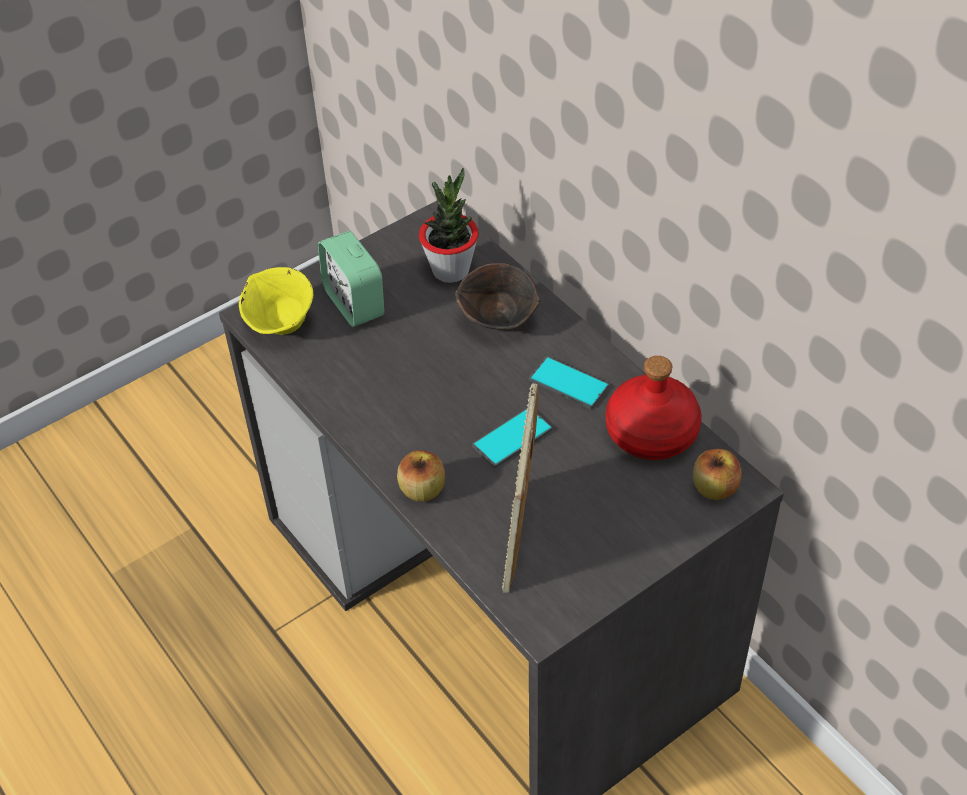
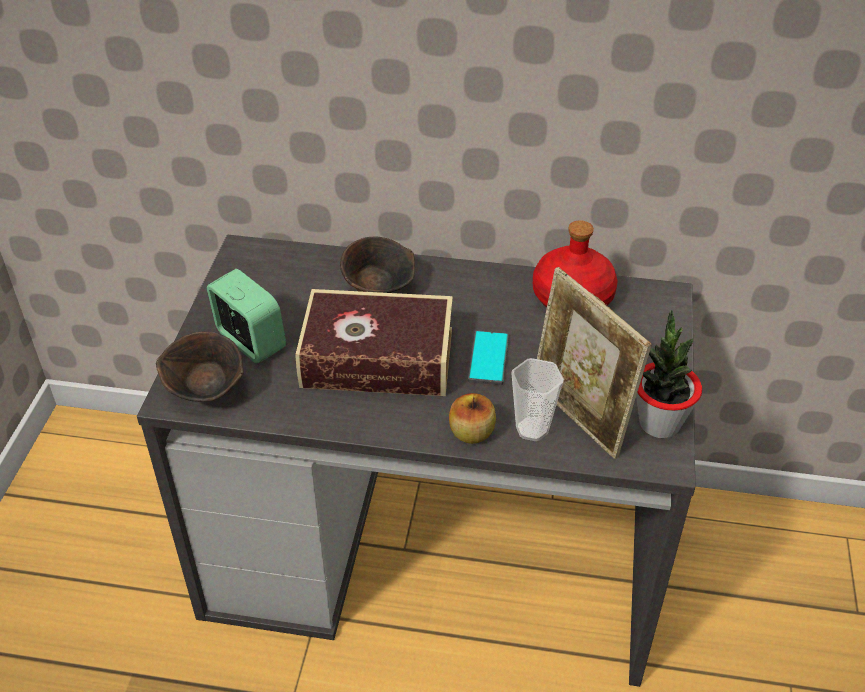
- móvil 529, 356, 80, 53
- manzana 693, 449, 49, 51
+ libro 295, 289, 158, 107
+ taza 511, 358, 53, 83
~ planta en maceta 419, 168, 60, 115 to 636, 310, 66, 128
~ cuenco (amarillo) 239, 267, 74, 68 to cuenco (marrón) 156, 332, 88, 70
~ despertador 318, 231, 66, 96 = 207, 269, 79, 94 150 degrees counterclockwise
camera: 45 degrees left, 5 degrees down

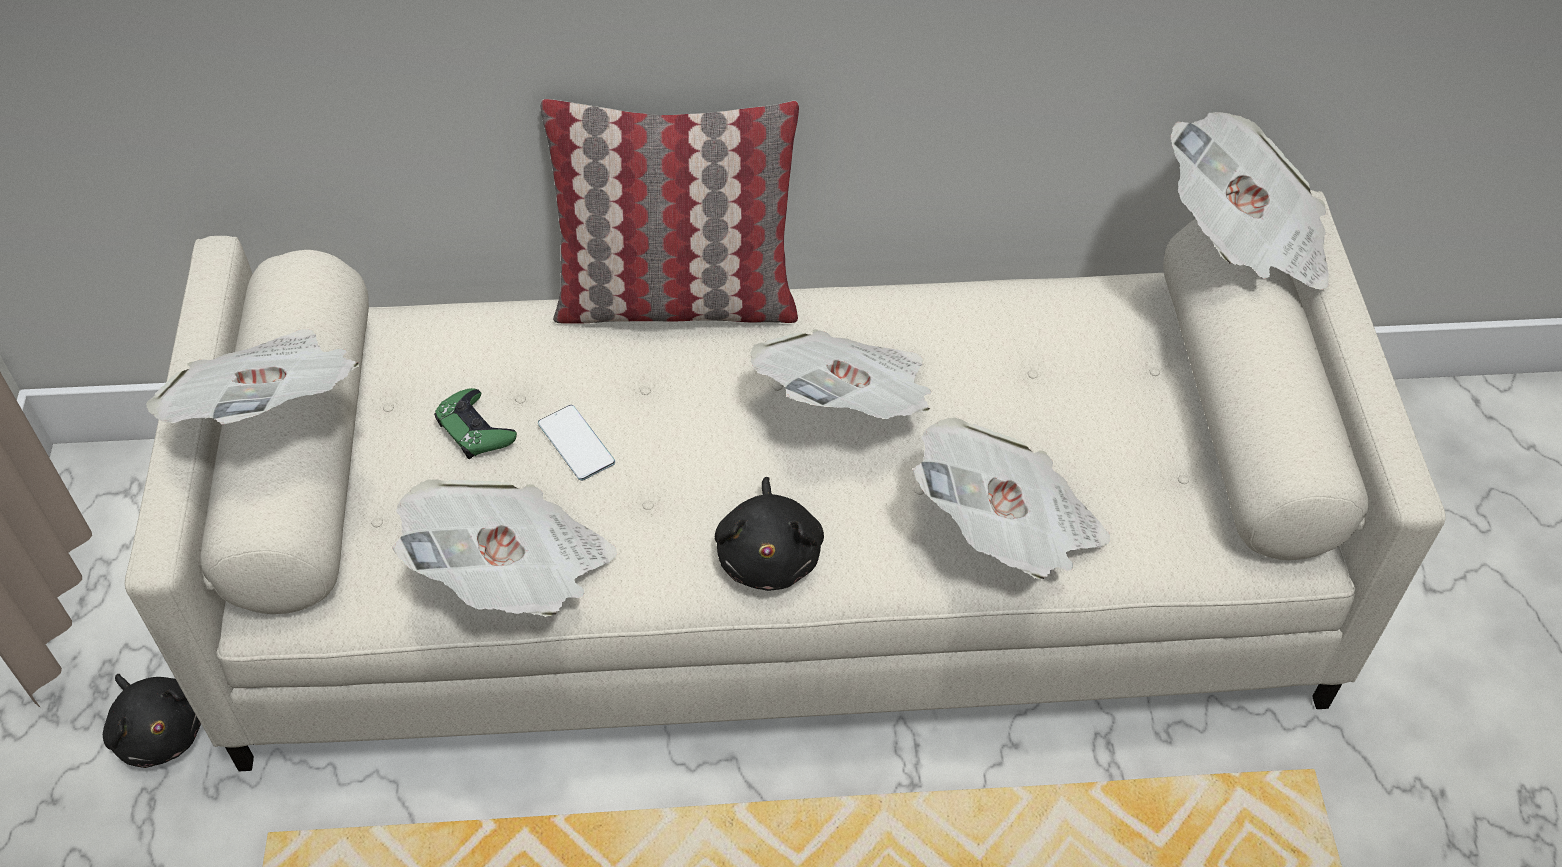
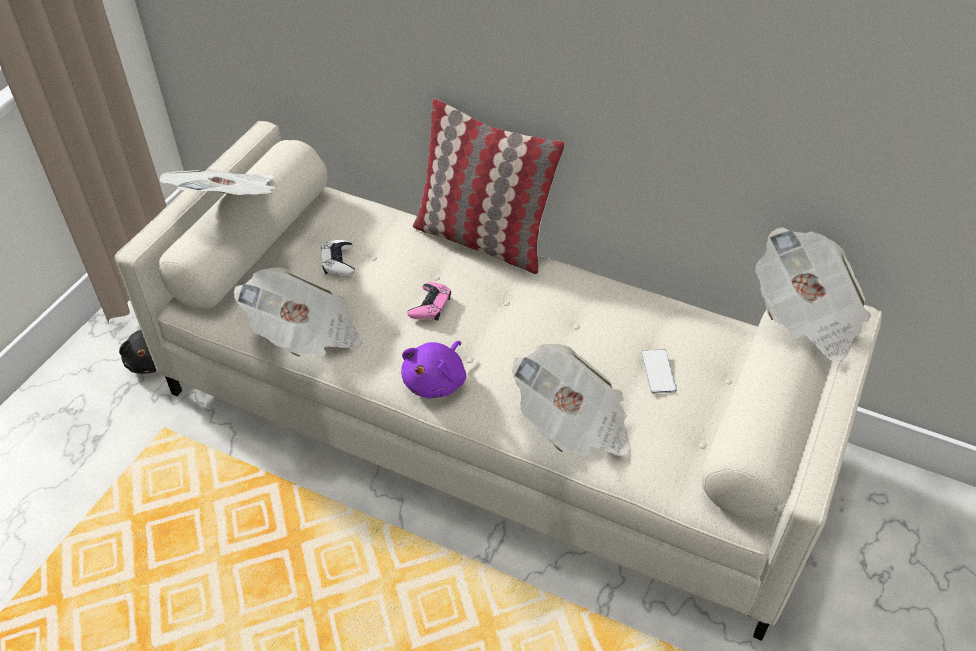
- periódico 750, 329, 182, 90
+ mando de consola (rosa) 407, 282, 44, 39
~ móvil 538, 405, 77, 76 to 641, 349, 36, 44
~ mando de consola (verde) 434, 388, 83, 71 to mando de consola (blanco) 321, 240, 34, 35
~ peluche (negro) 715, 477, 109, 114 to peluche (morado) 401, 341, 65, 57
camera: 30 degrees right, 5 degrees down

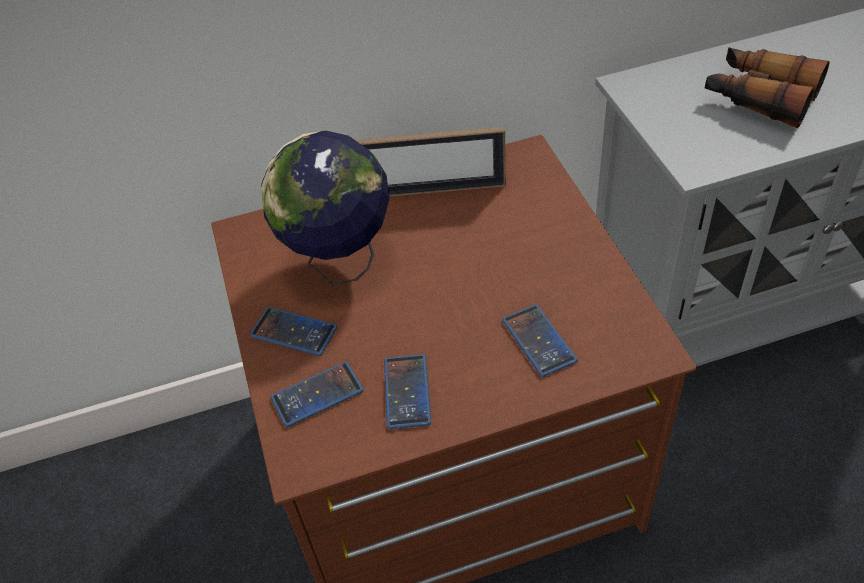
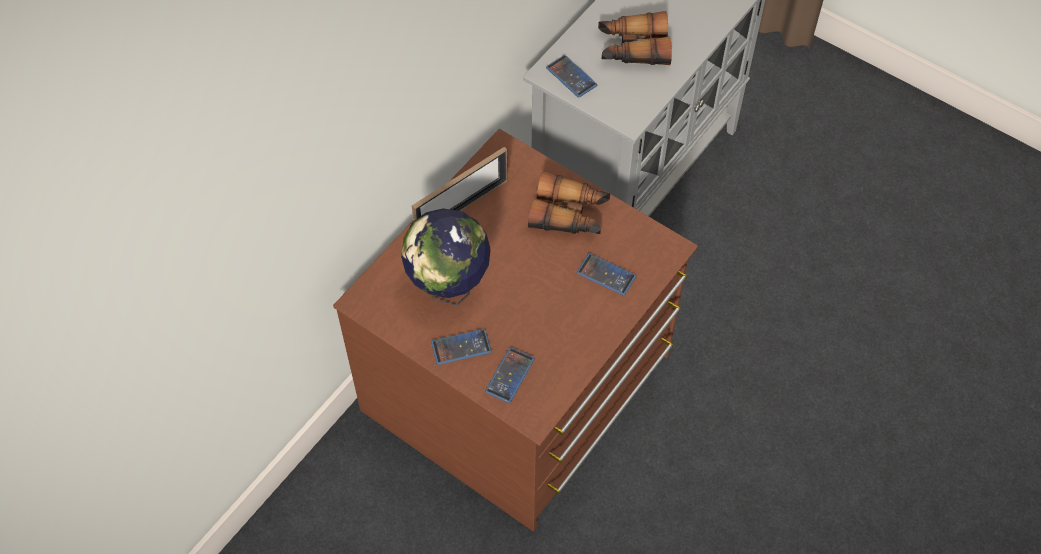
+ prismáticos 528, 171, 82, 63
~ móvil 384, 354, 47, 75 to 546, 55, 51, 43
camera: 40 degrees left, 10 degrees up

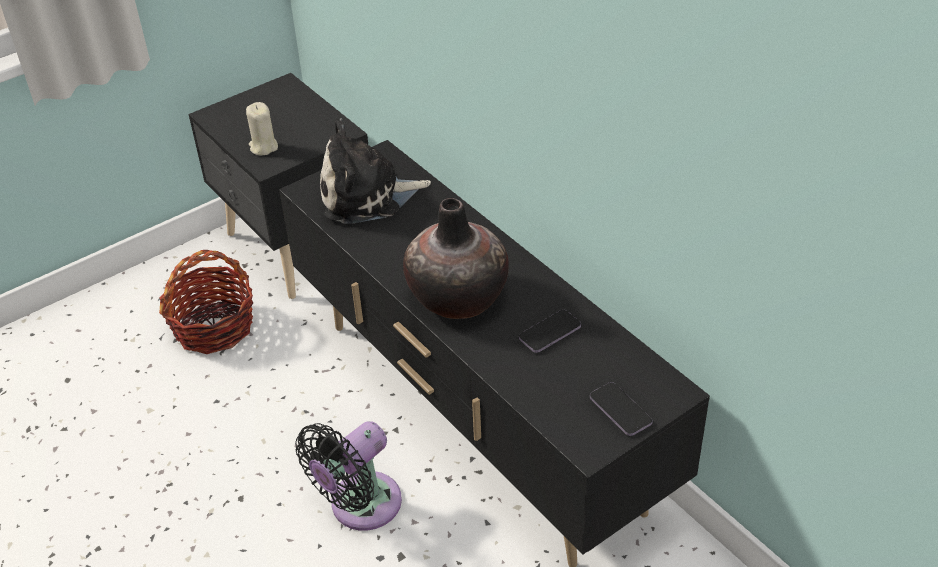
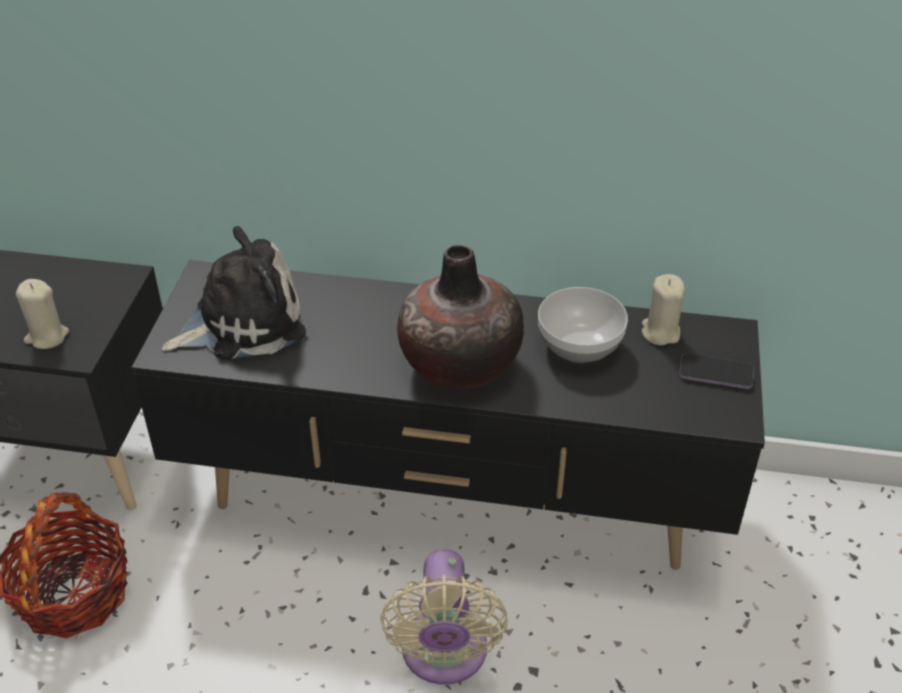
+ vela (beis) 642, 274, 43, 71
~ móvil 519, 310, 62, 43 to cuenco 538, 287, 90, 76
~ ventilador (negro) 295, 421, 107, 110 to ventilador (beis) 380, 549, 128, 136
~ peluche 320, 118, 111, 106 = 162, 226, 144, 134 150 degrees counterclockwise
camera: 45 degrees left, 0 degrees up

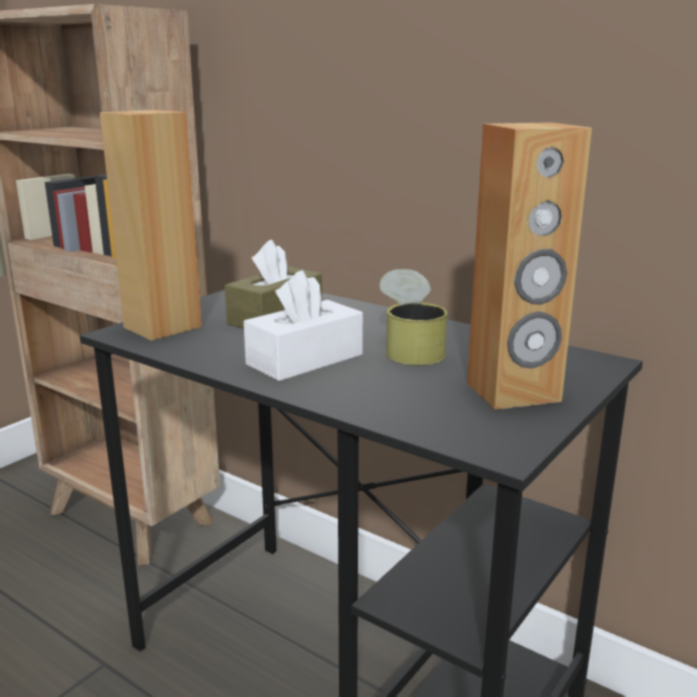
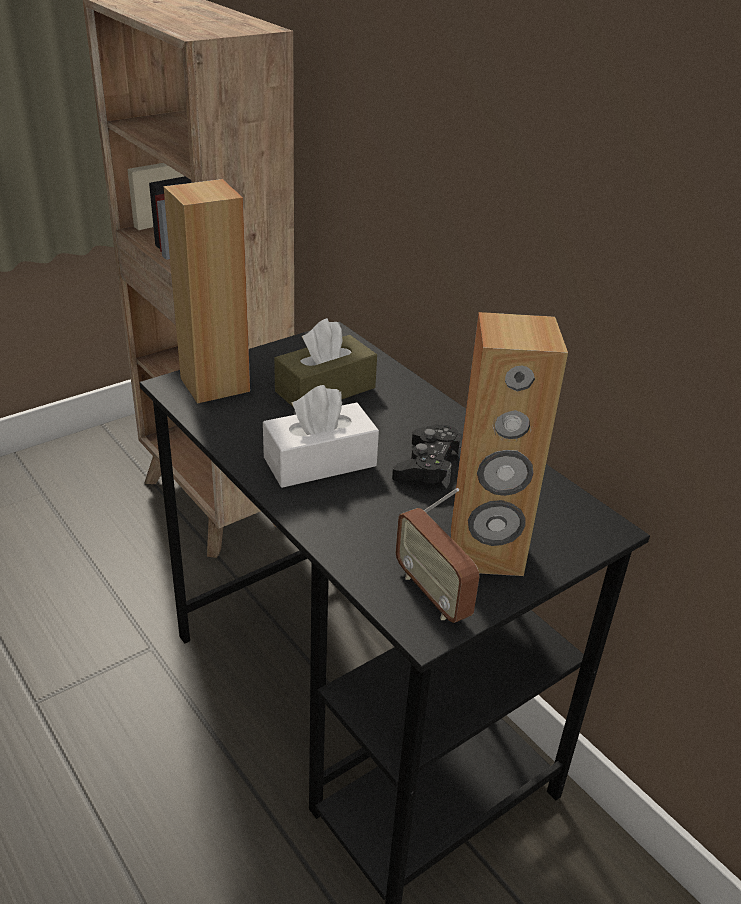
+ radio 396, 488, 84, 135
~ lata 379, 269, 69, 96 to mando de consola (negro) 392, 424, 71, 65
camera: 15 degrees right, 15 degrees up

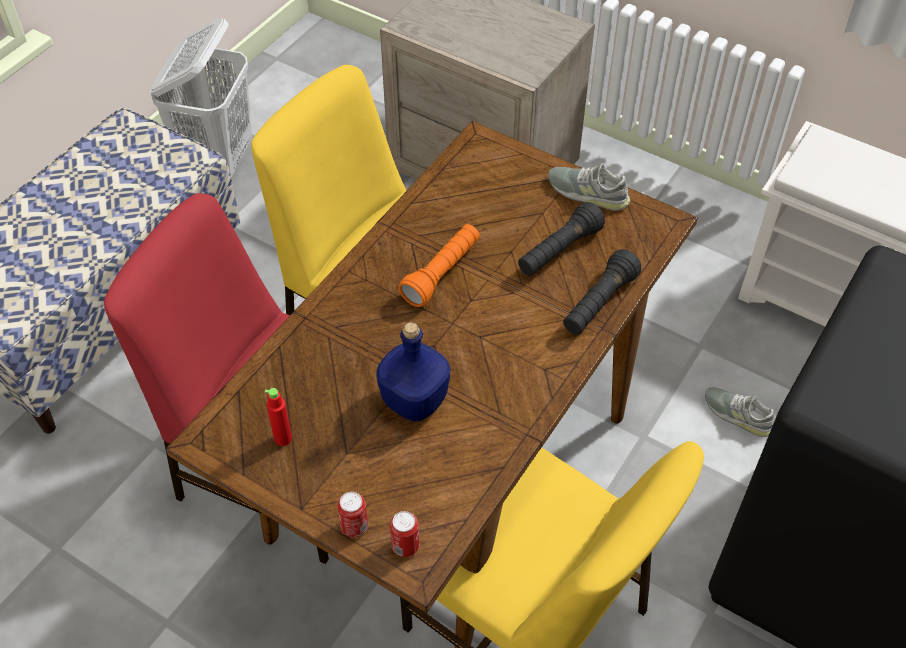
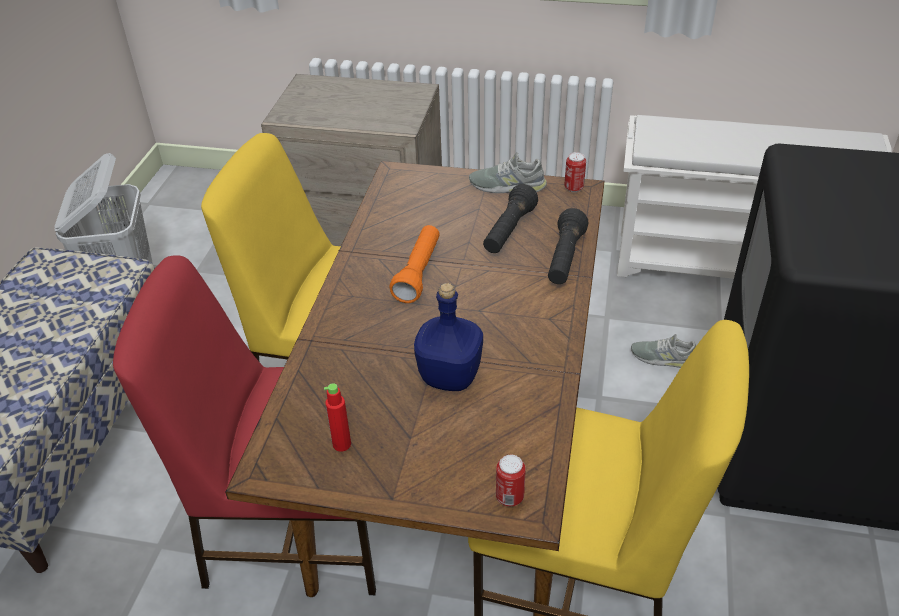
~ lata 337, 492, 31, 46 to 564, 152, 22, 40
camera: 20 degrees left, 10 degrees down

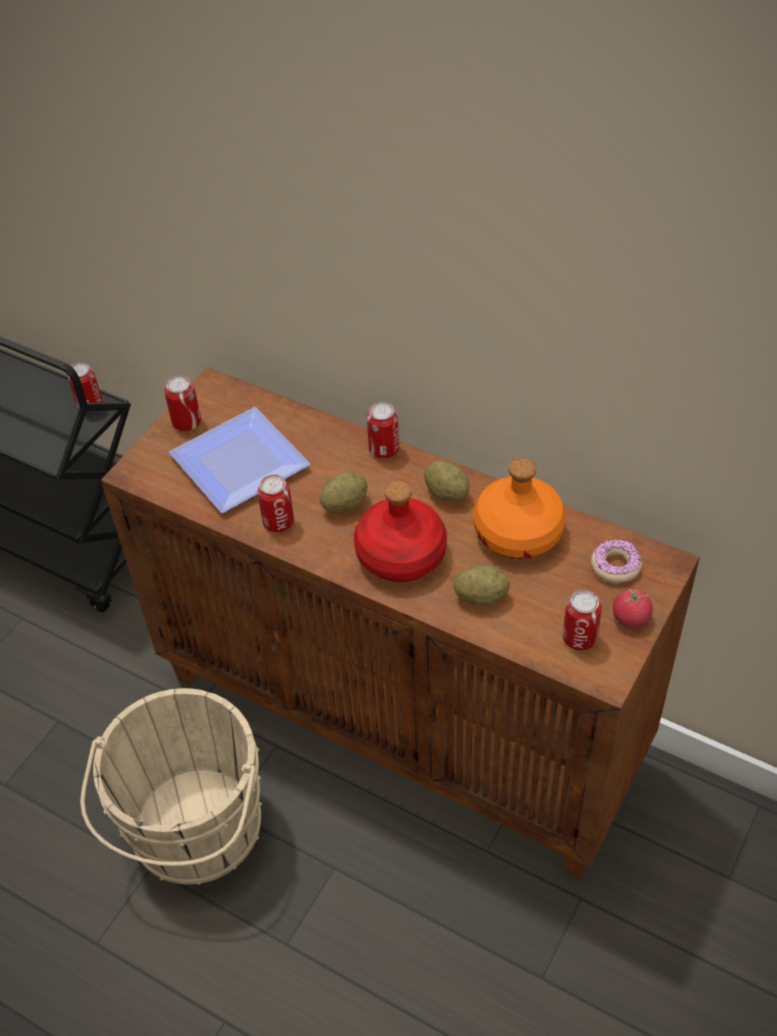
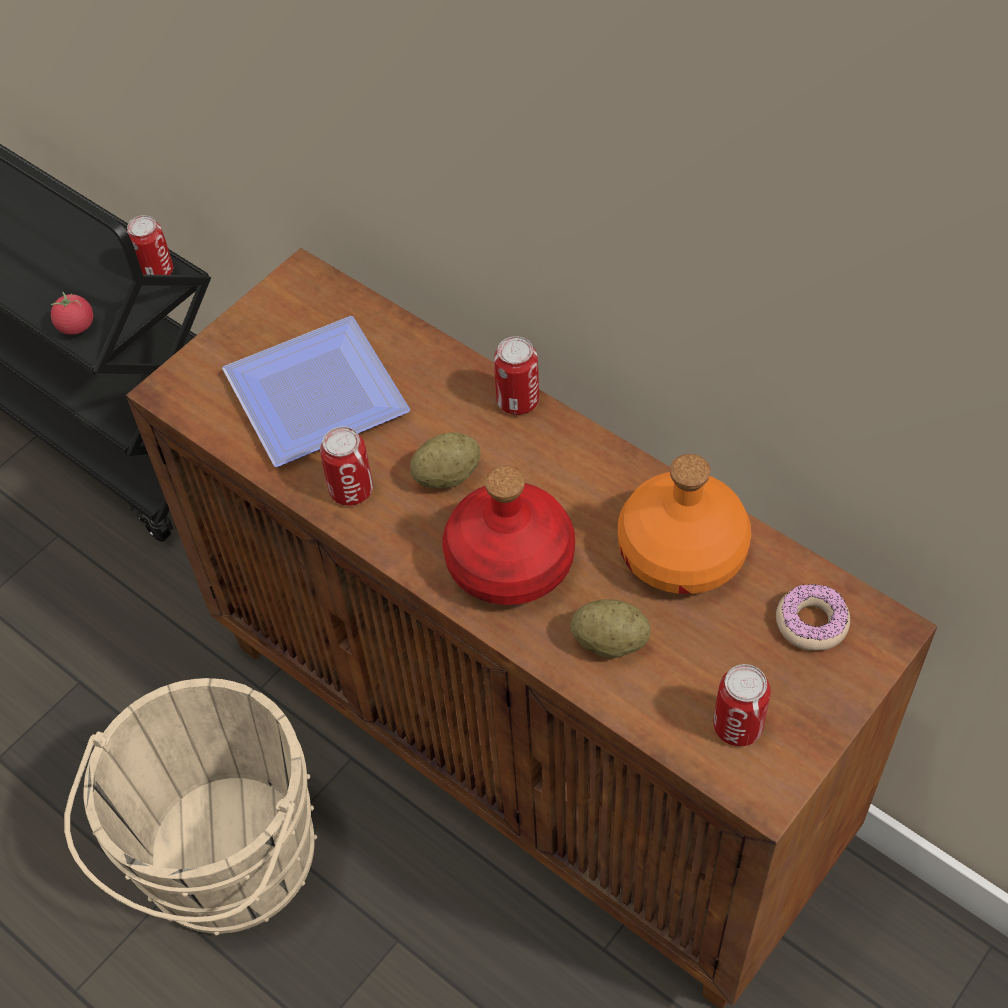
- lata 165, 375, 36, 56
- patata 424, 461, 46, 40
~ tomate 613, 588, 40, 40 to 51, 292, 42, 43
camera: 10 degrees right, 5 degrees up

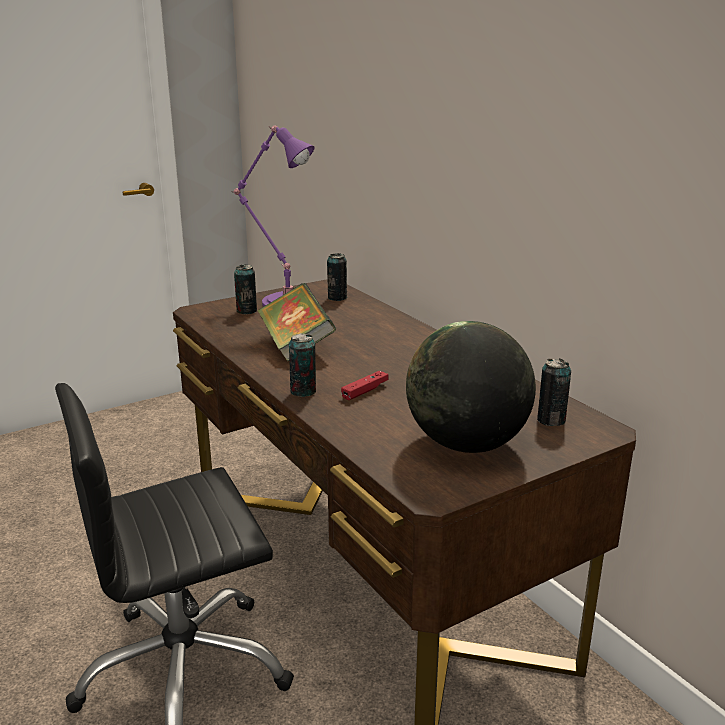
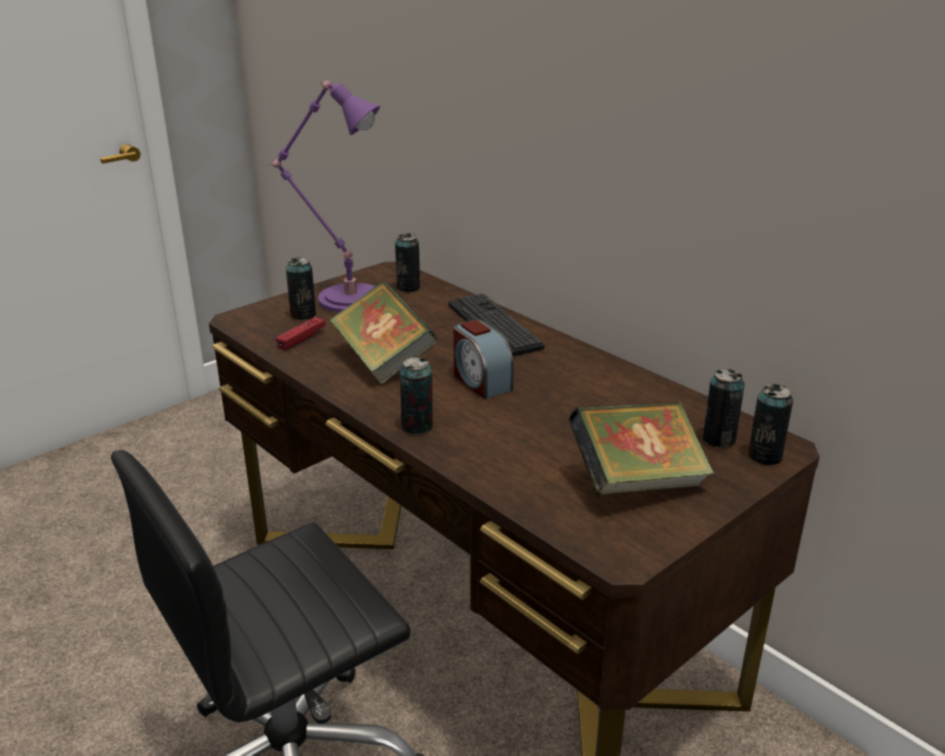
+ teclado 449, 293, 95, 64
+ despertador 453, 319, 61, 80
+ lata 748, 384, 45, 81
~ mando de consola (rojo) 341, 371, 48, 29 to 276, 317, 50, 33
~ globo terráqueo 406, 321, 130, 132 to libro 568, 402, 146, 93
camera: 10 degrees left, 5 degrees up

